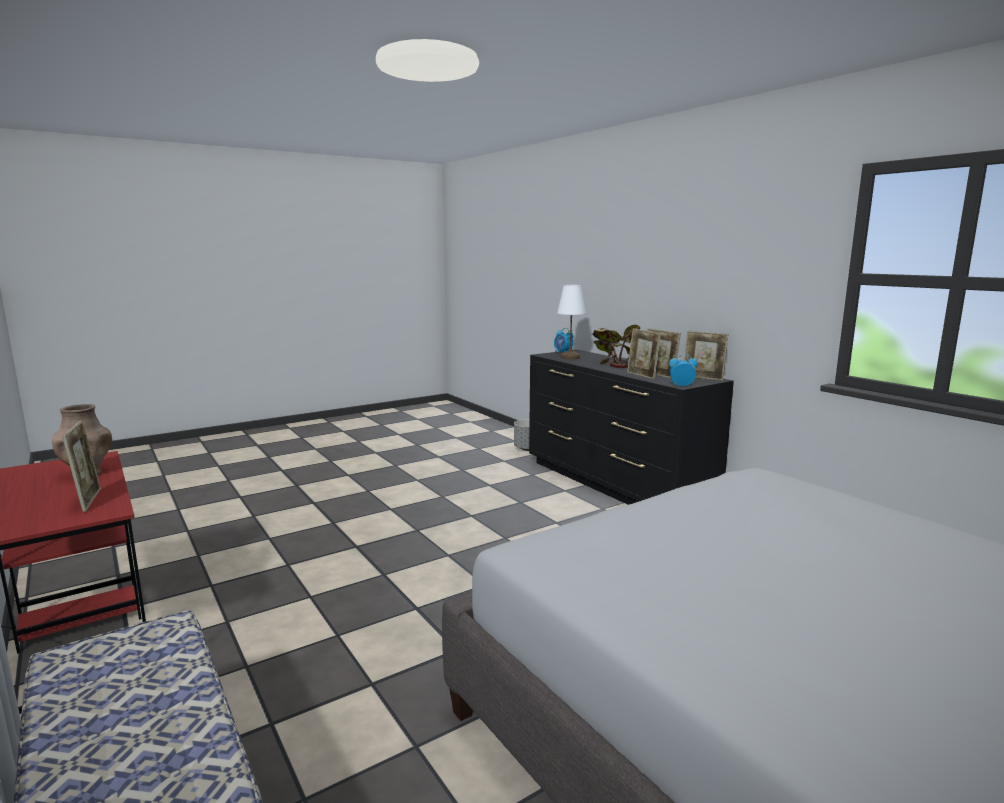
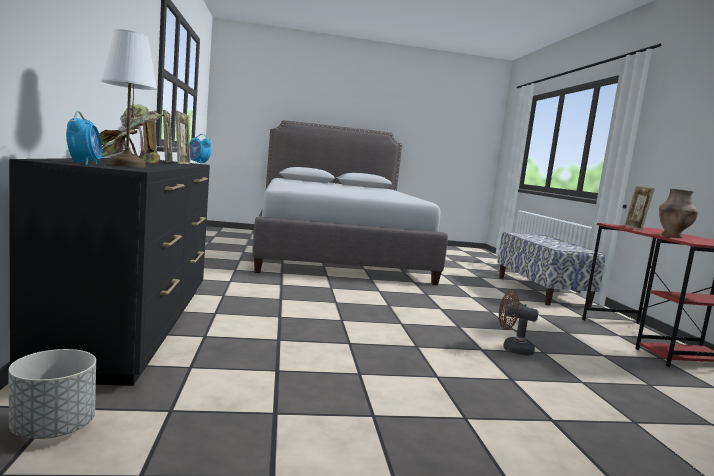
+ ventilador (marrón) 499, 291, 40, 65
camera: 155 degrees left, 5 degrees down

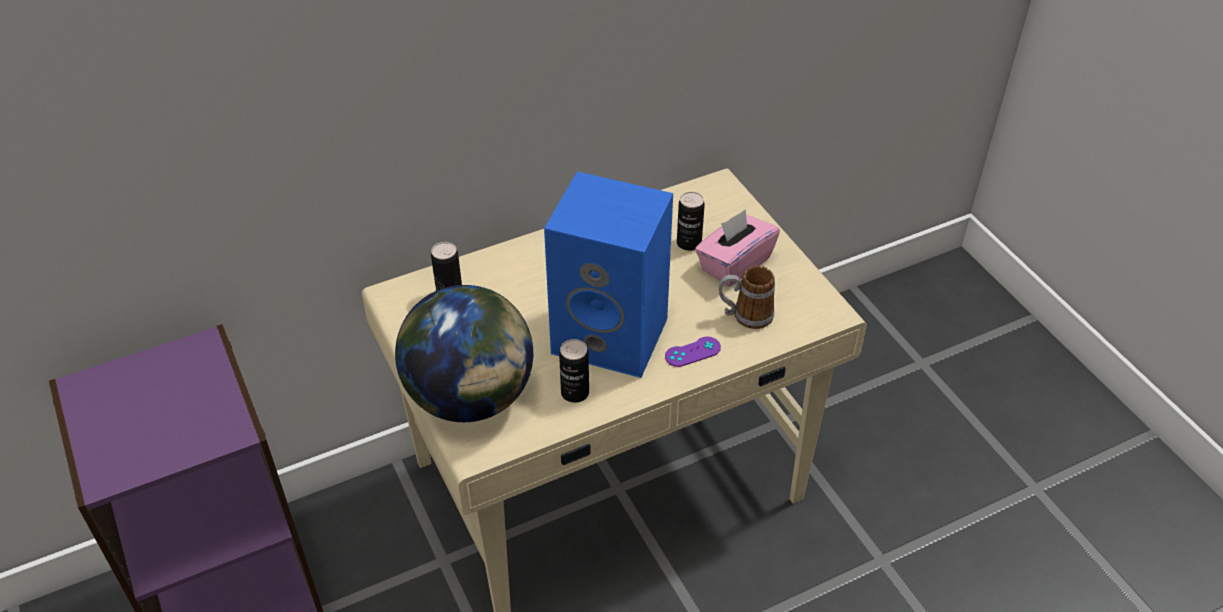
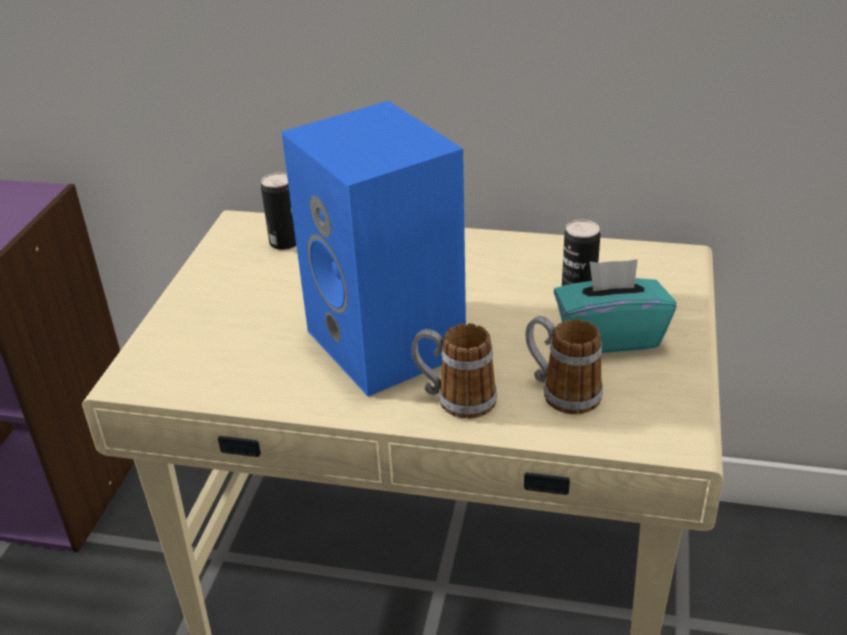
- globo terráqueo 395, 285, 138, 137
- lata 559, 339, 30, 64
~ mando de consola (morado) 665, 337, 56, 30 to taza grande 411, 323, 86, 96
~ caja de pañuelos (rosa) 695, 209, 85, 78 to caja de pañuelos (turquesa) 554, 259, 123, 94
camera: 40 degrees right, 10 degrees down

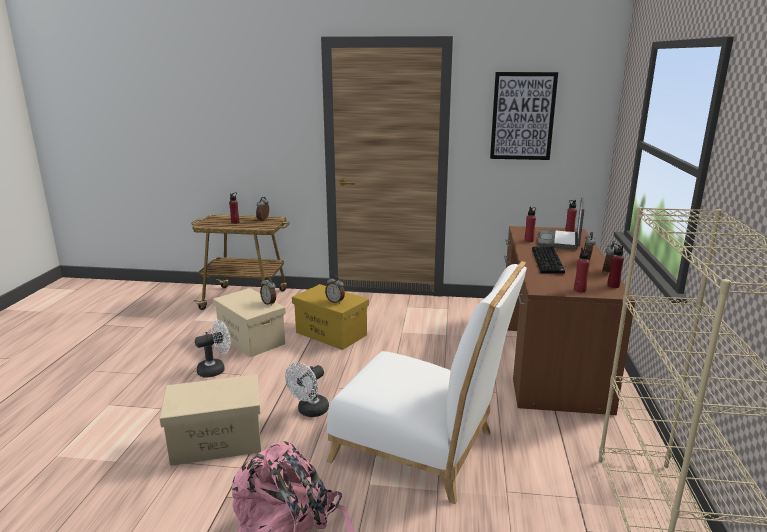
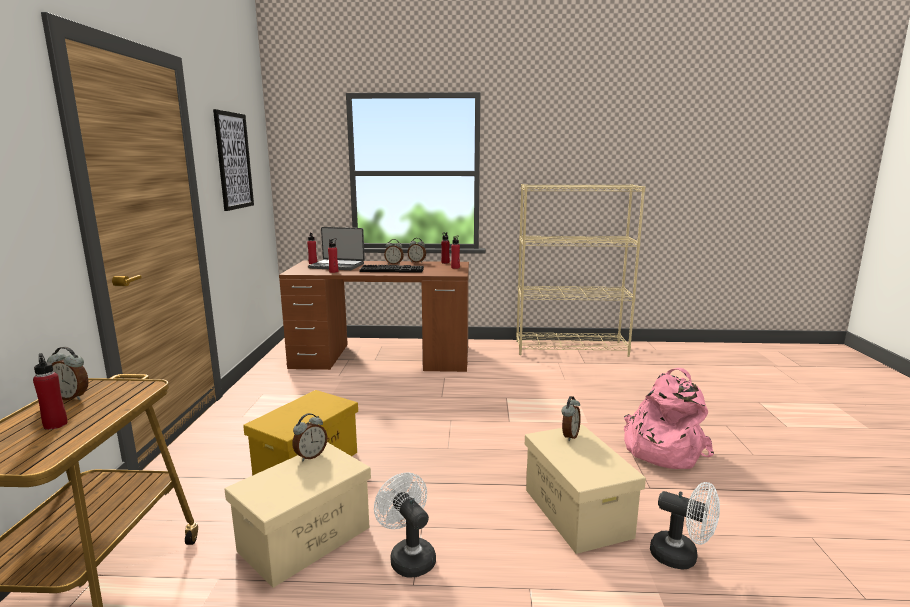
- silla (blanco) 326, 261, 201, 243
~ ventilador (blanco) 285, 362, 44, 55 to 650, 482, 70, 88
~ despertador 325, 276, 20, 28 to 562, 396, 19, 45
camera: 95 degrees left, 5 degrees down

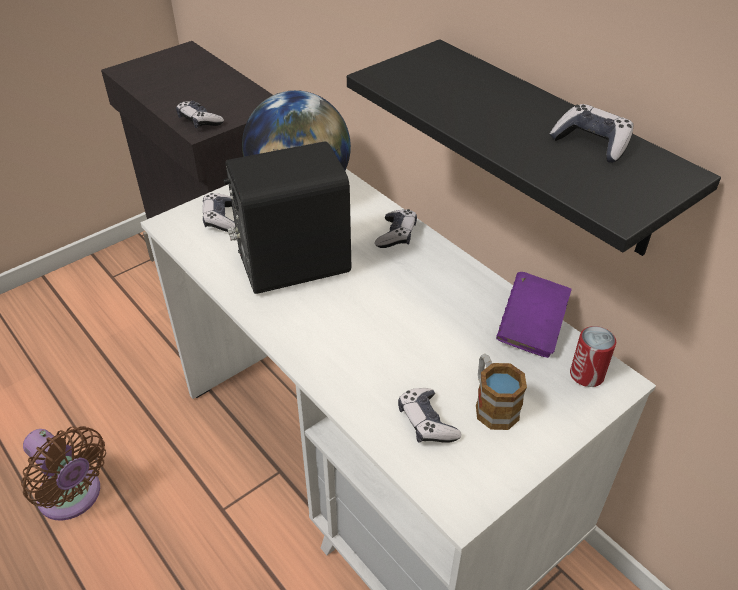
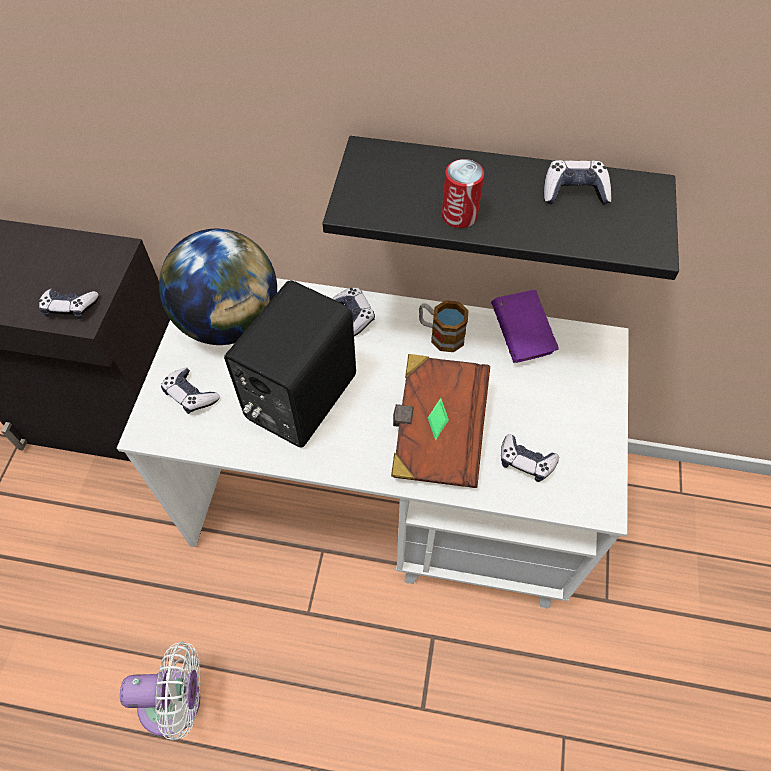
+ libro (marrón) 391, 354, 99, 134
~ taza grande 476, 354, 51, 76 to 419, 300, 50, 52
~ lata 570, 326, 46, 61 to 442, 159, 42, 69
~ ventilador (marrón) 21, 426, 85, 95 to ventilador (blanco) 120, 642, 80, 99
camera: 40 degrees left, 15 degrees up

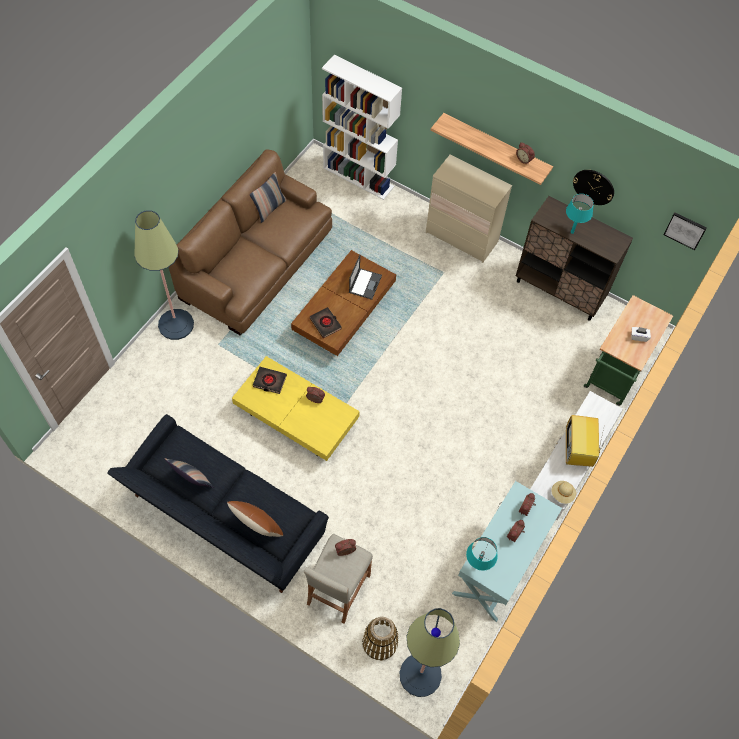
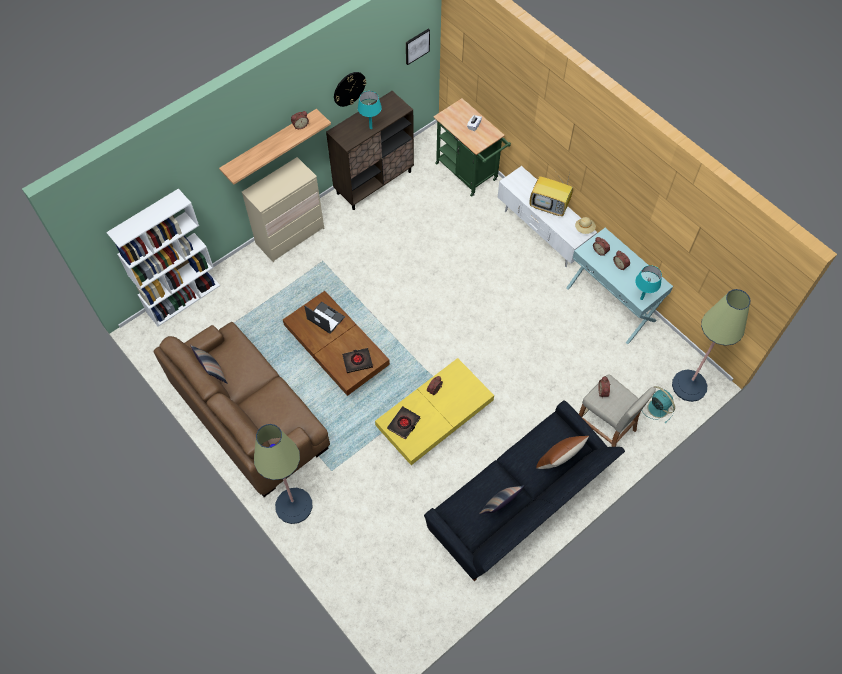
~ cesta 362, 617, 37, 43 to ventilador (turquesa) 642, 386, 33, 37
camera: 70 degrees left, 0 degrees up

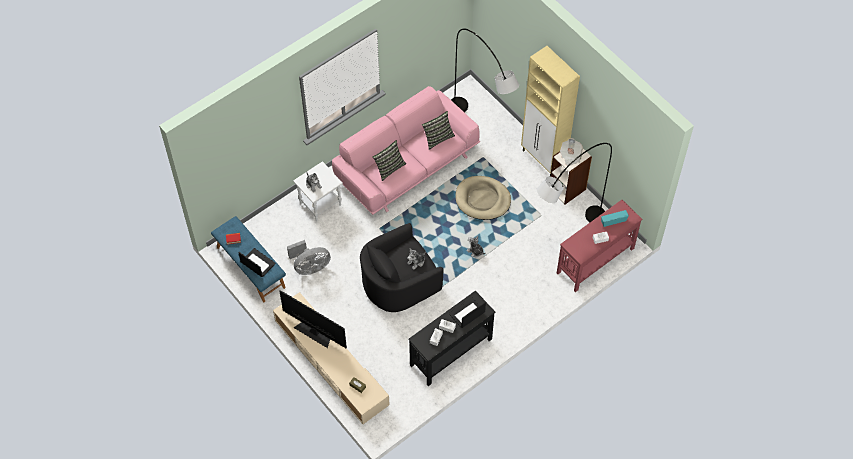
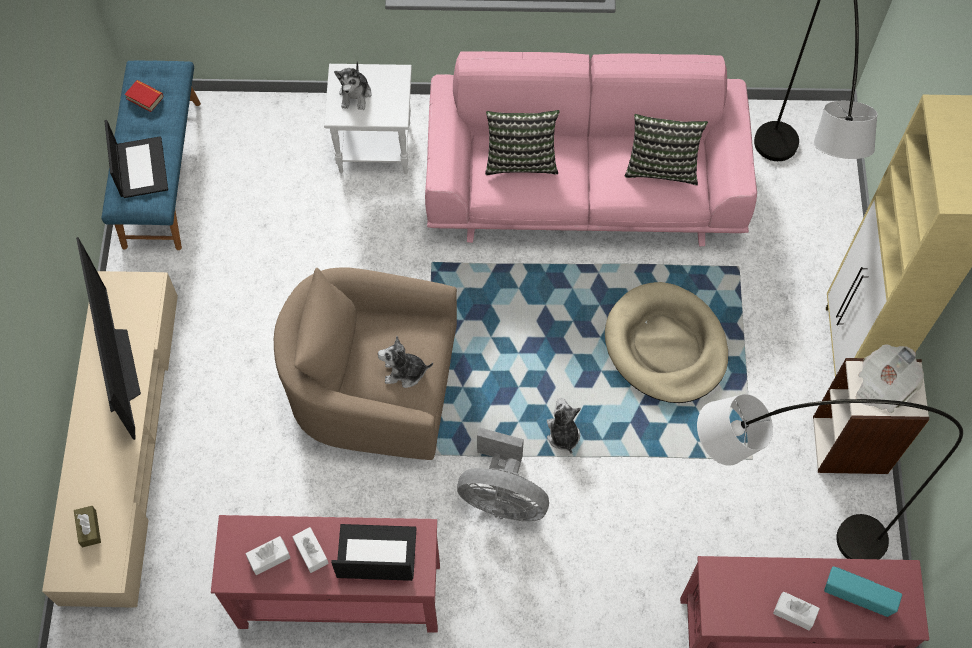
~ ventilador (gris) 287, 240, 44, 35 to 457, 427, 92, 94
~ sillón (negro) 360, 223, 84, 89 to sillón (beis) 274, 267, 183, 193
~ mesa consola (negro) 408, 291, 87, 95 to mesa consola (rojo) 211, 515, 229, 118
camera: 40 degrees right, 5 degrees up

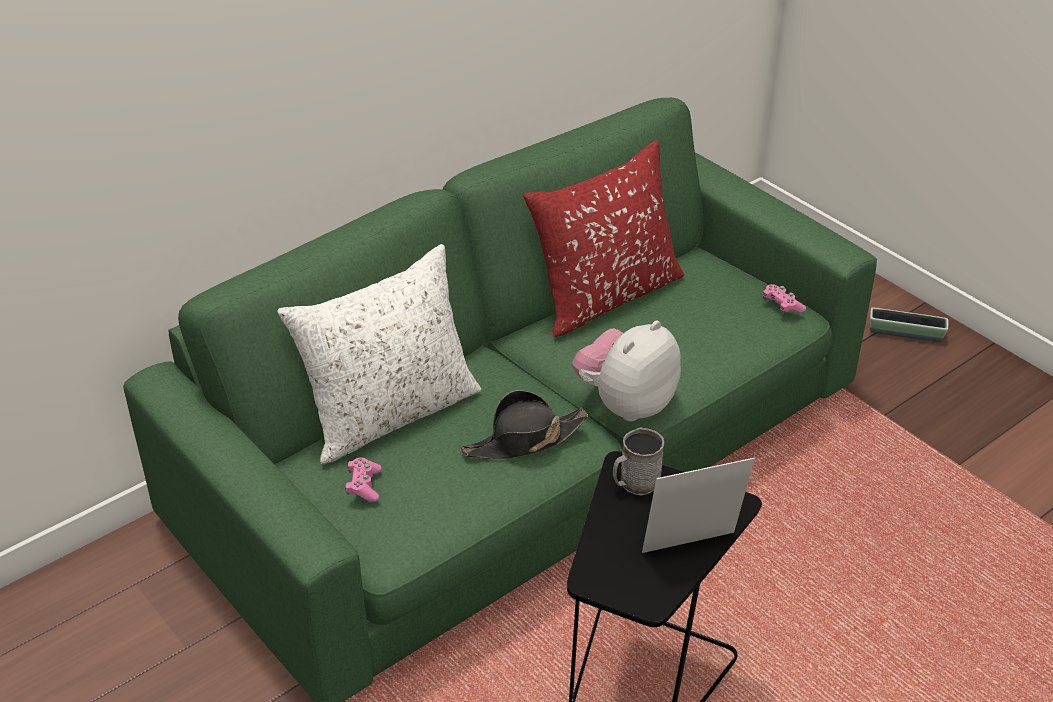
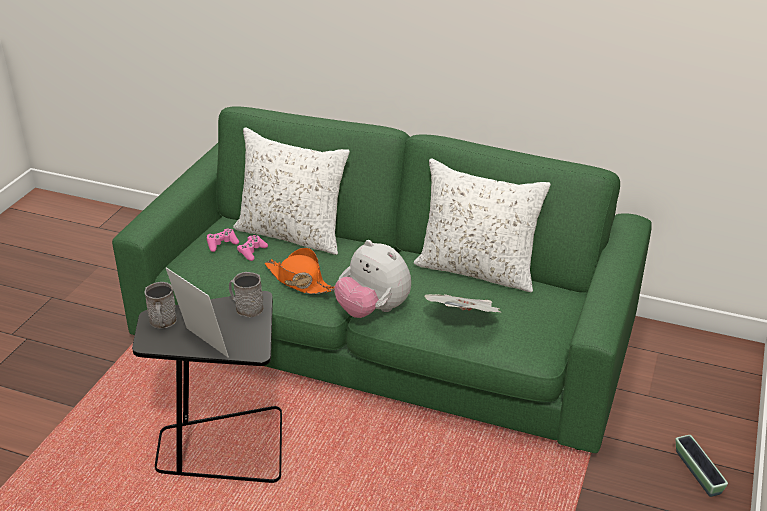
+ taza grande (gris) 144, 282, 33, 47
+ periódico 425, 294, 76, 18
~ mando de consola (rosa) 763, 284, 43, 30 to 237, 235, 31, 26
~ sombrero (negro) 461, 390, 127, 69 to sombrero (naranja) 264, 247, 71, 47
~ cojín (rojo) 523, 140, 161, 197 to cojín (blanco) 414, 159, 137, 133
~ peluche 572, 321, 109, 100 = 334, 240, 77, 78 150 degrees counterclockwise
camera: 60 degrees right, 5 degrees down

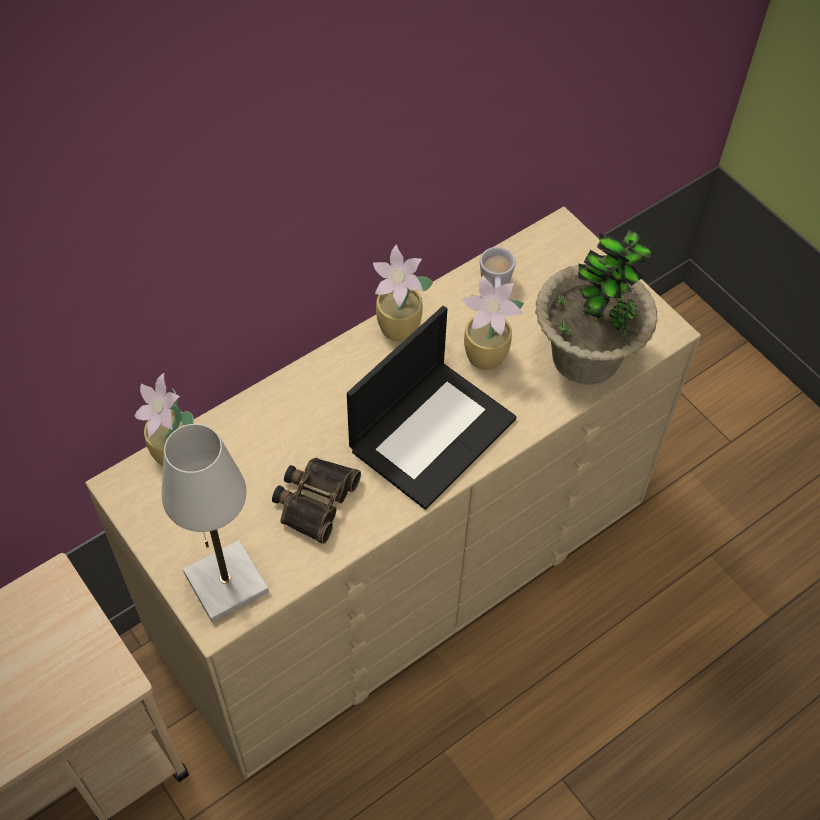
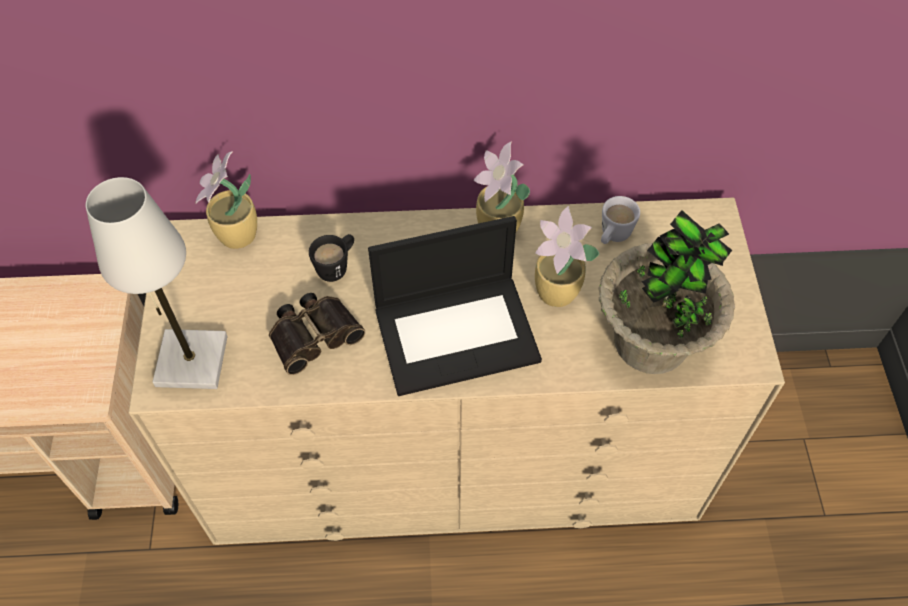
+ taza grande (negro) 309, 234, 45, 48
camera: 35 degrees right, 0 degrees up

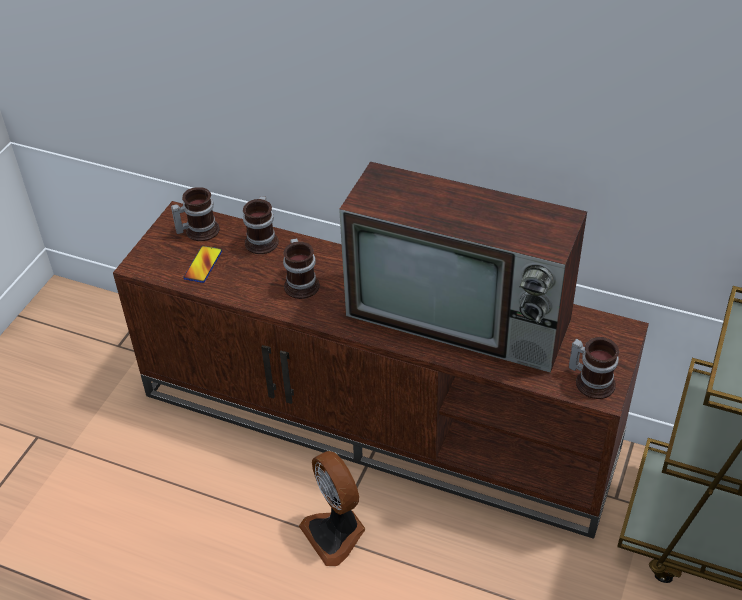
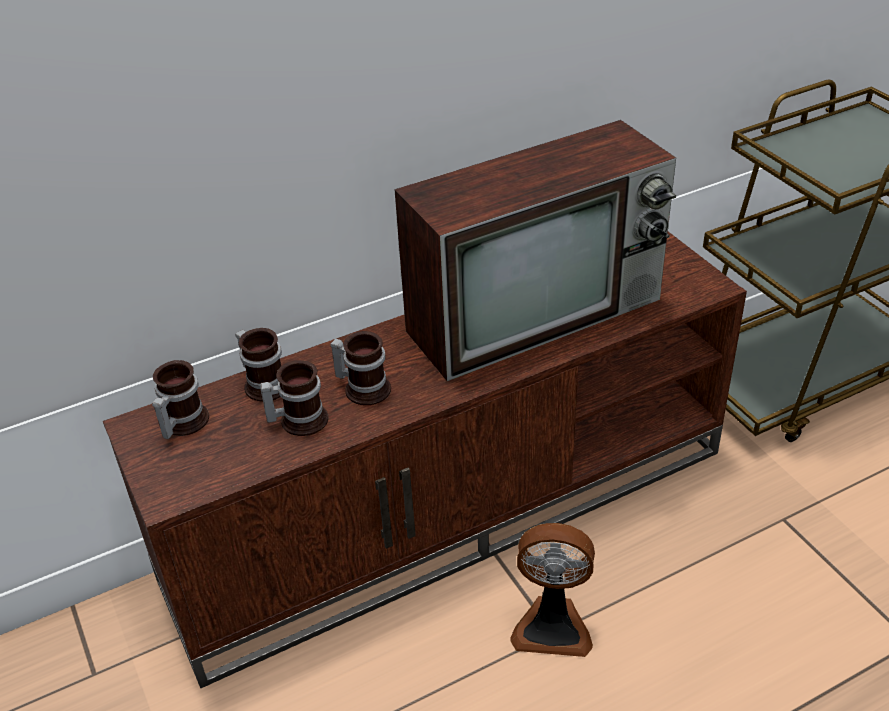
- móvil 183, 246, 39, 37
~ taza grande 569, 337, 50, 62 to 260, 360, 68, 76
camera: 50 degrees left, 5 degrees down

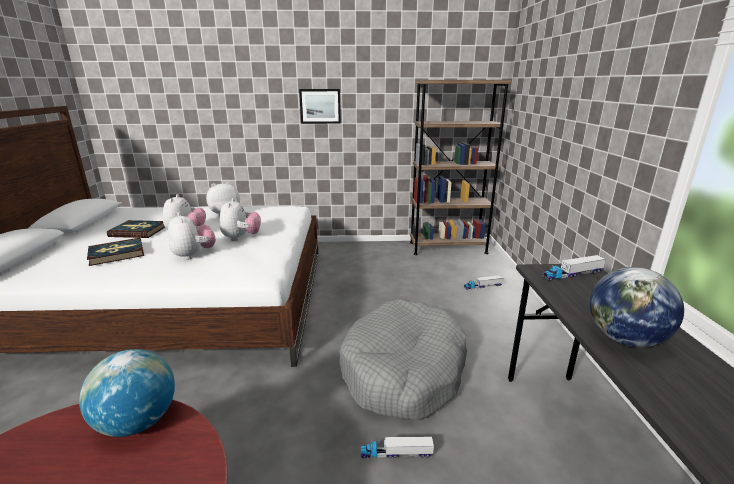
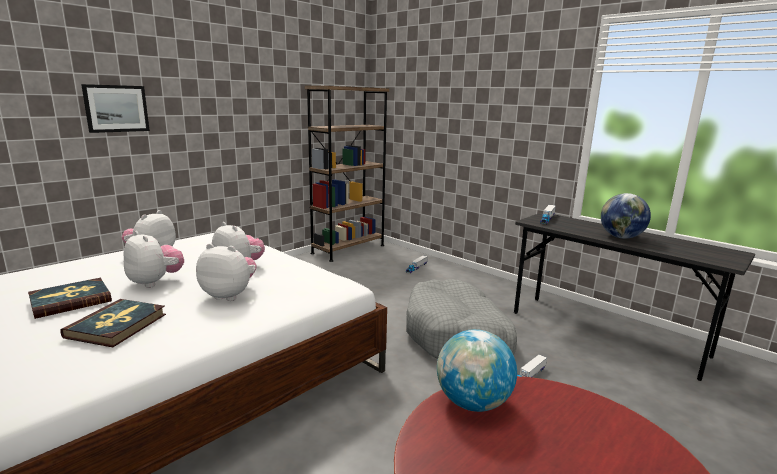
~ cuadro 299, 89, 42, 35 to 81, 84, 69, 49
camera: 45 degrees left, 5 degrees down

